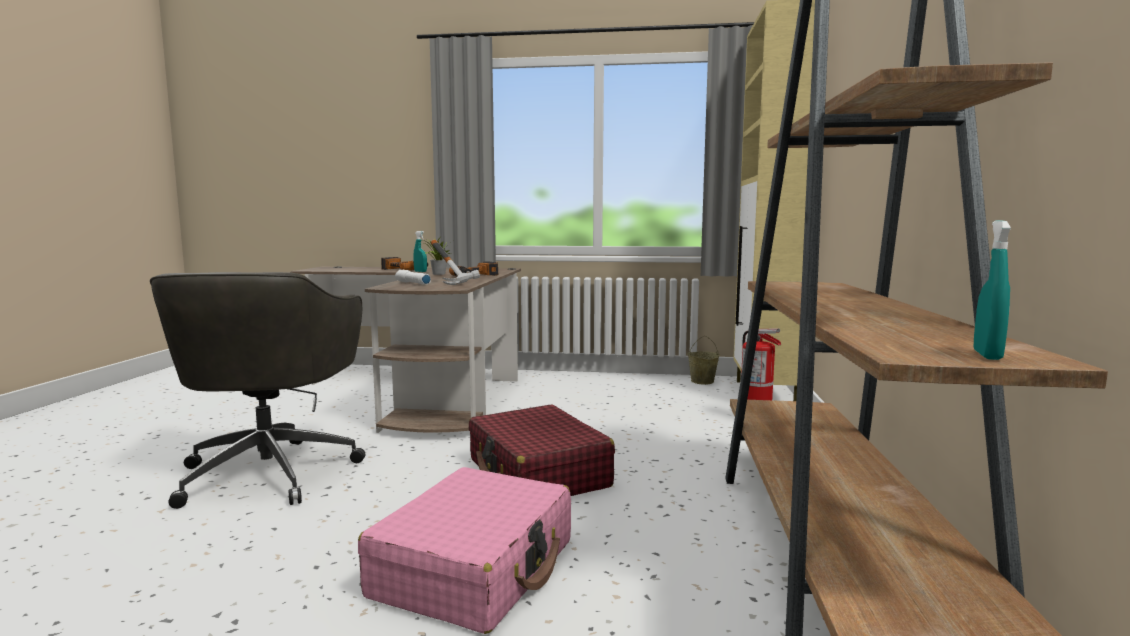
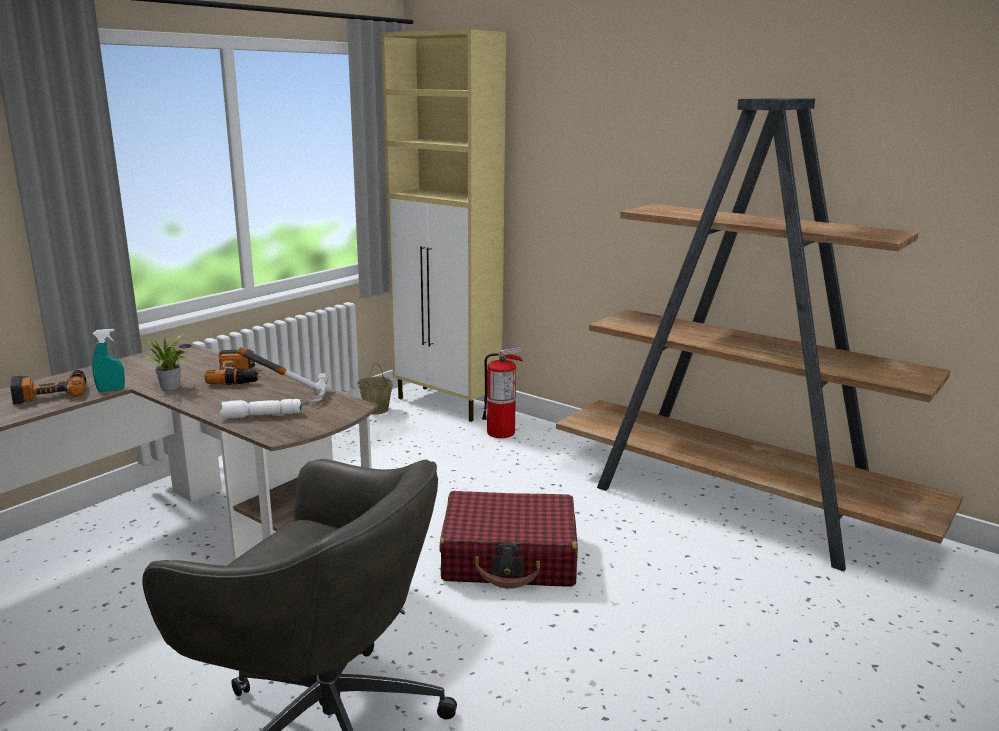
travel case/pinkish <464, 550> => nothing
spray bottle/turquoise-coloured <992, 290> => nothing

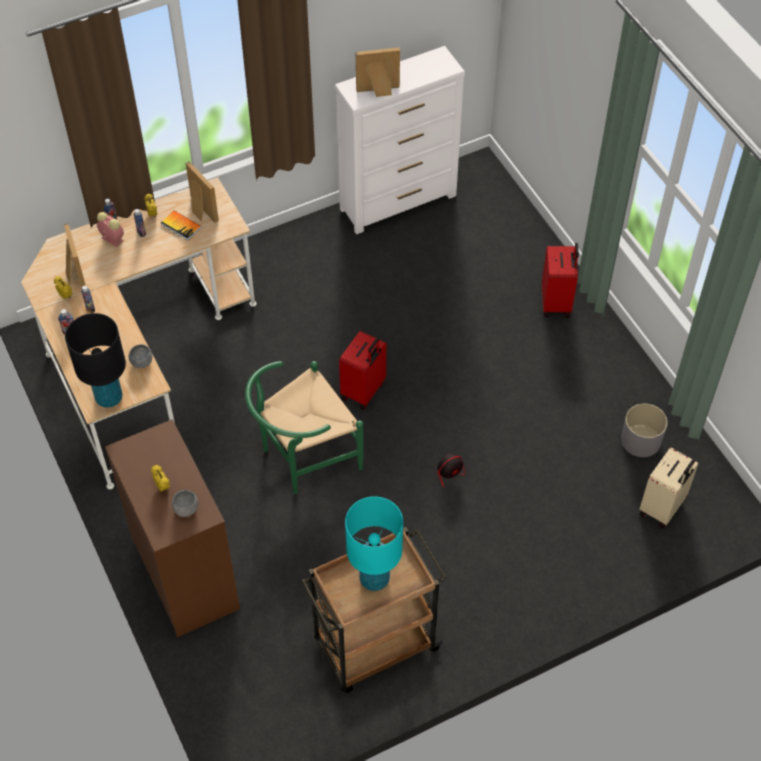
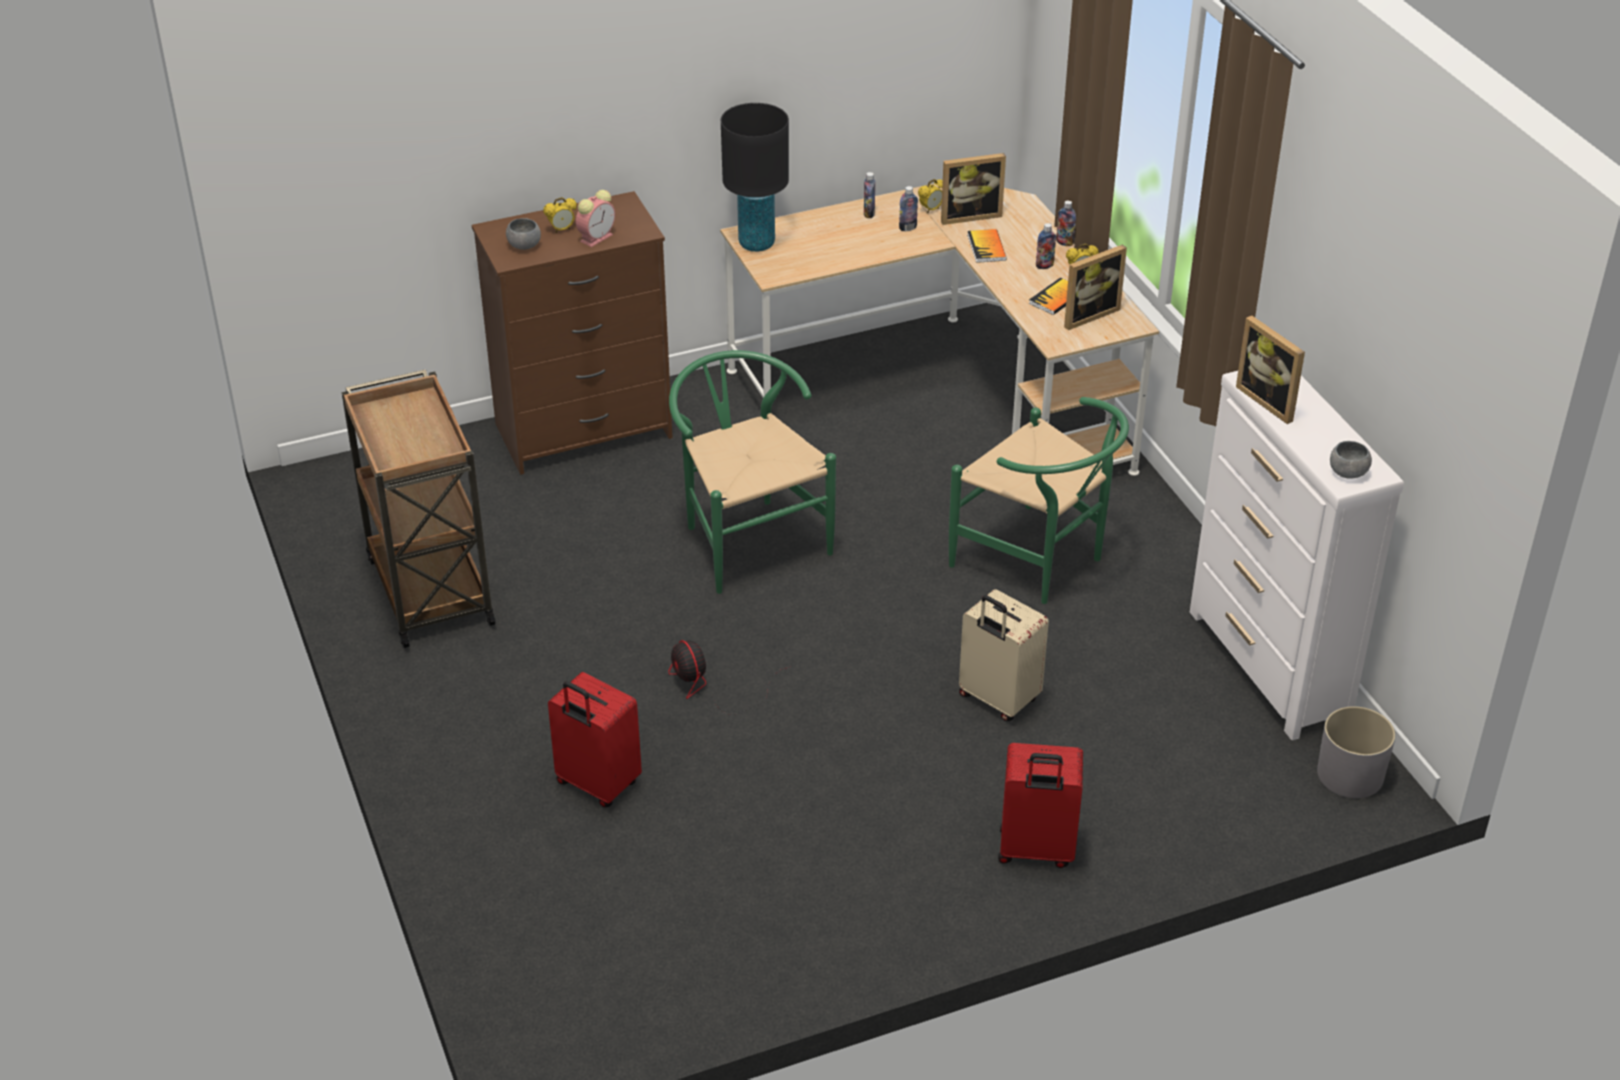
lamp for a table/turquoise-coloured <374, 543> => nothing
nothing => chair/green <1039, 500>
nothing => book <987, 246>
table clock <110, 229> => table clock <595, 218>, relocated
deep dish/gray <140, 356> => deep dish/gray <1351, 460>, relocated
travel case/reddish <362, 370> => travel case/reddish <595, 739>, relocated
plant pot/gray <644, 430> => plant pot/gray <1356, 752>, relocated
travel case/beige-coloured <668, 488> => travel case/beige-coloured <1004, 655>, relocated
standing frame <378, 72> => standing frame <1270, 370>, 150 degrees clockwise

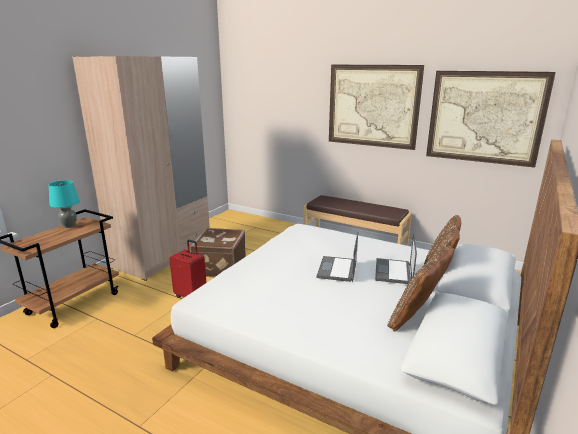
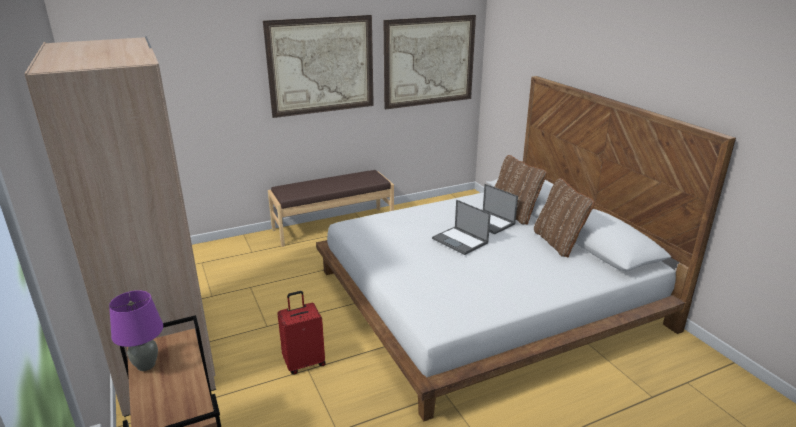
travel case/brown <218, 253> => nothing
lamp for a table/turquoise-coloured <64, 204> => lamp for a table/purple <136, 330>

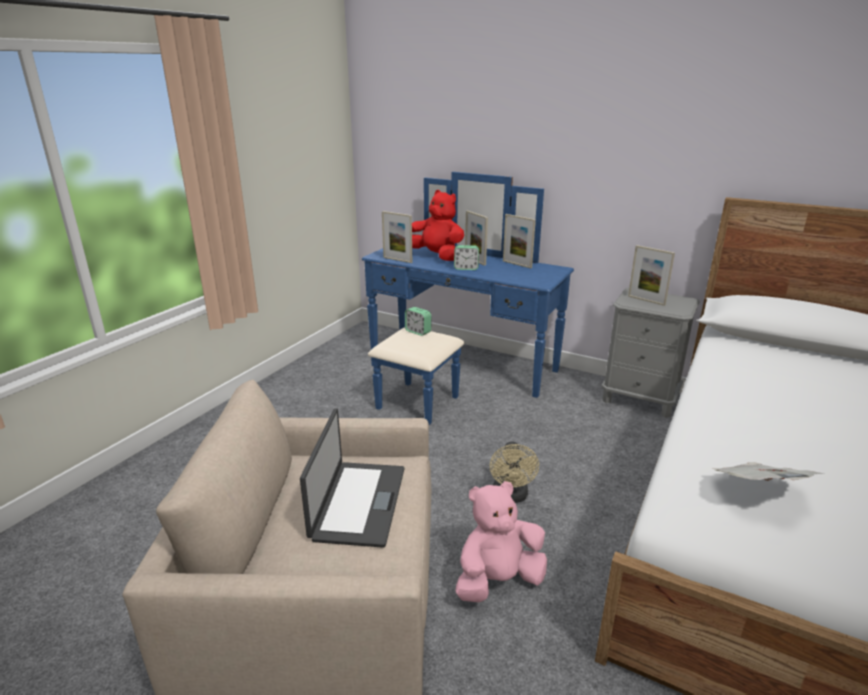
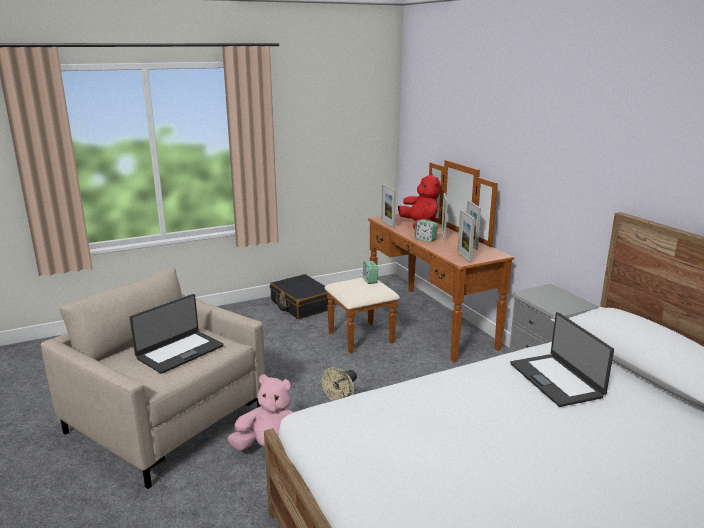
printed paper <768, 471> => nothing
nothing => travel case/black <302, 296>
nothing => portable computer <562, 359>
standing frame <651, 275> => standing frame <466, 236>, relocated
drawer chest/blue-coloured <468, 298> => drawer chest/brown <419, 261>

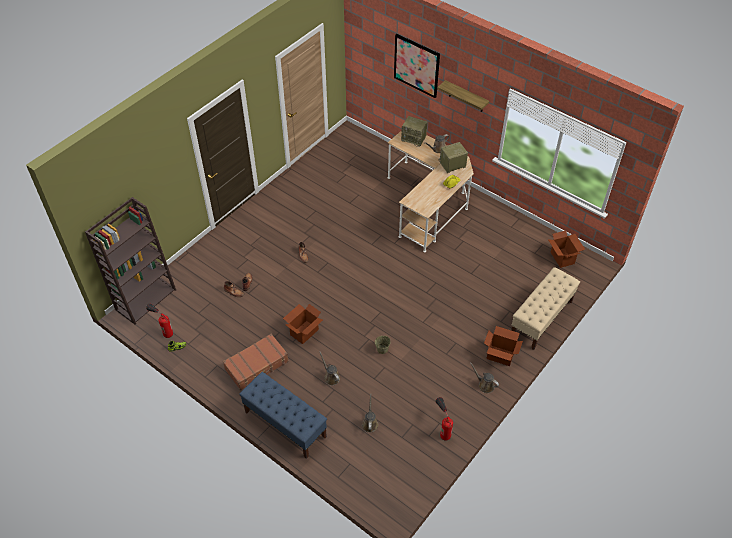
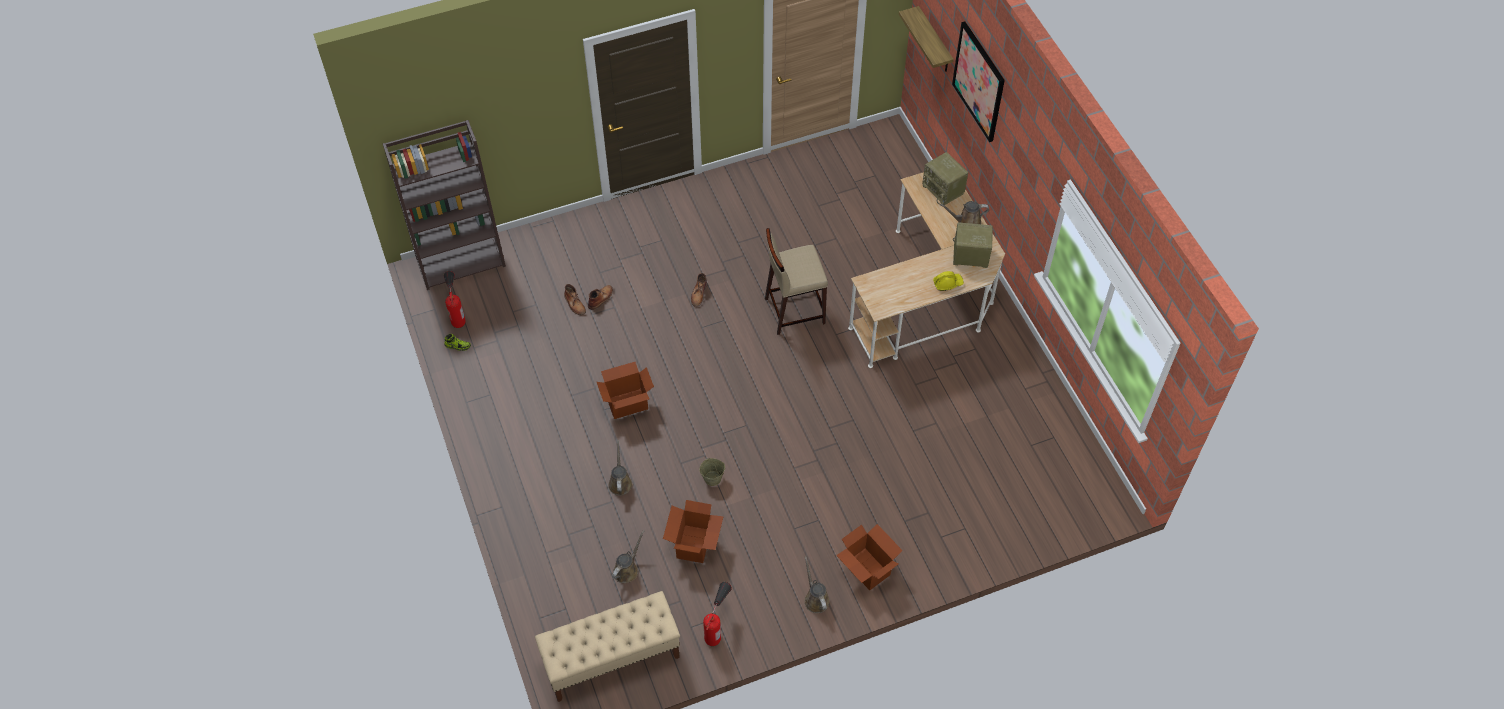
travel case/brown <256, 362> => nothing
bench/blue-coloured <283, 415> => nothing
nothing => stool seat/beige-coloured <796, 281>
bracket shelf <463, 96> => bracket shelf <926, 39>, relocated
bench/beige-coloured <545, 308> => bench/beige-coloured <607, 646>, relocated
packing box <566, 249> => packing box <693, 531>, relocated

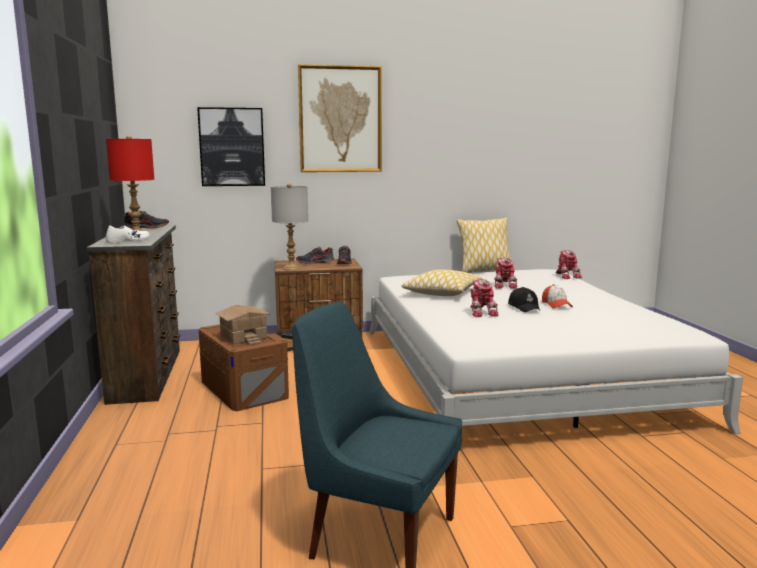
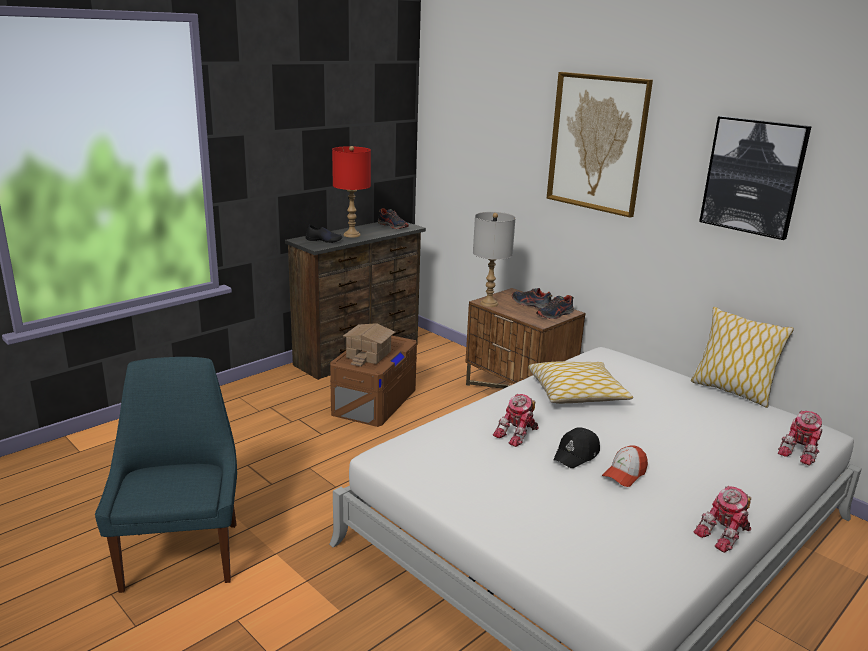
picture <231, 146> => picture <755, 178>, relocated
robot figure <506, 273> => robot figure <722, 519>, relocated
item of footwear/whitish <128, 234> => item of footwear/black <324, 234>

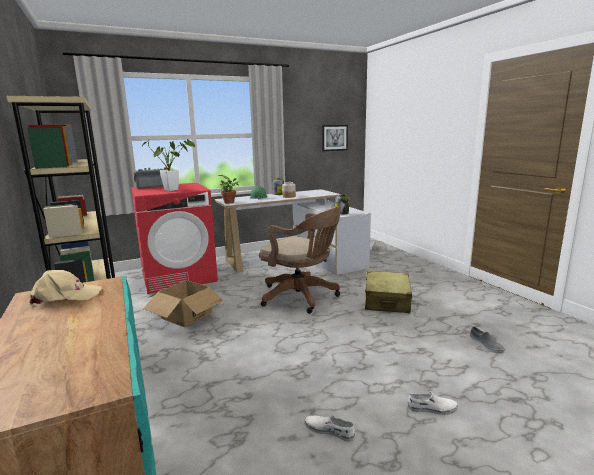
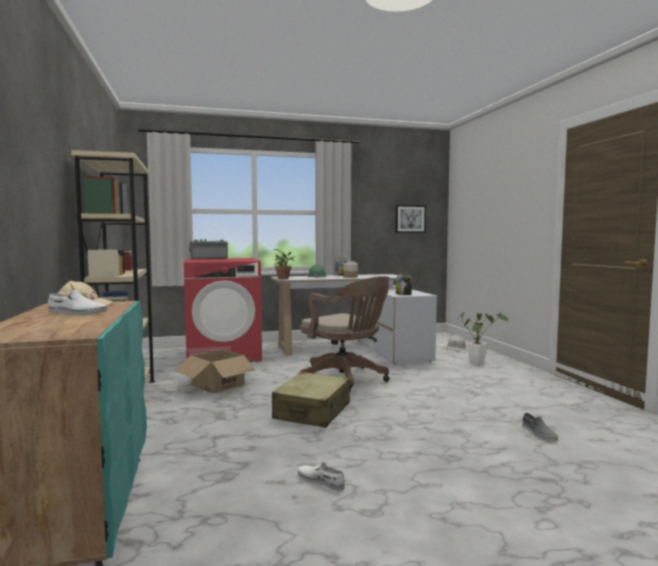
houseplant <168, 165> => houseplant <483, 338>, relocated
travel case/beige-coloured <389, 292> => travel case/beige-coloured <311, 400>, relocated
item of footwear/whitish <433, 403> => item of footwear/whitish <77, 303>, relocated

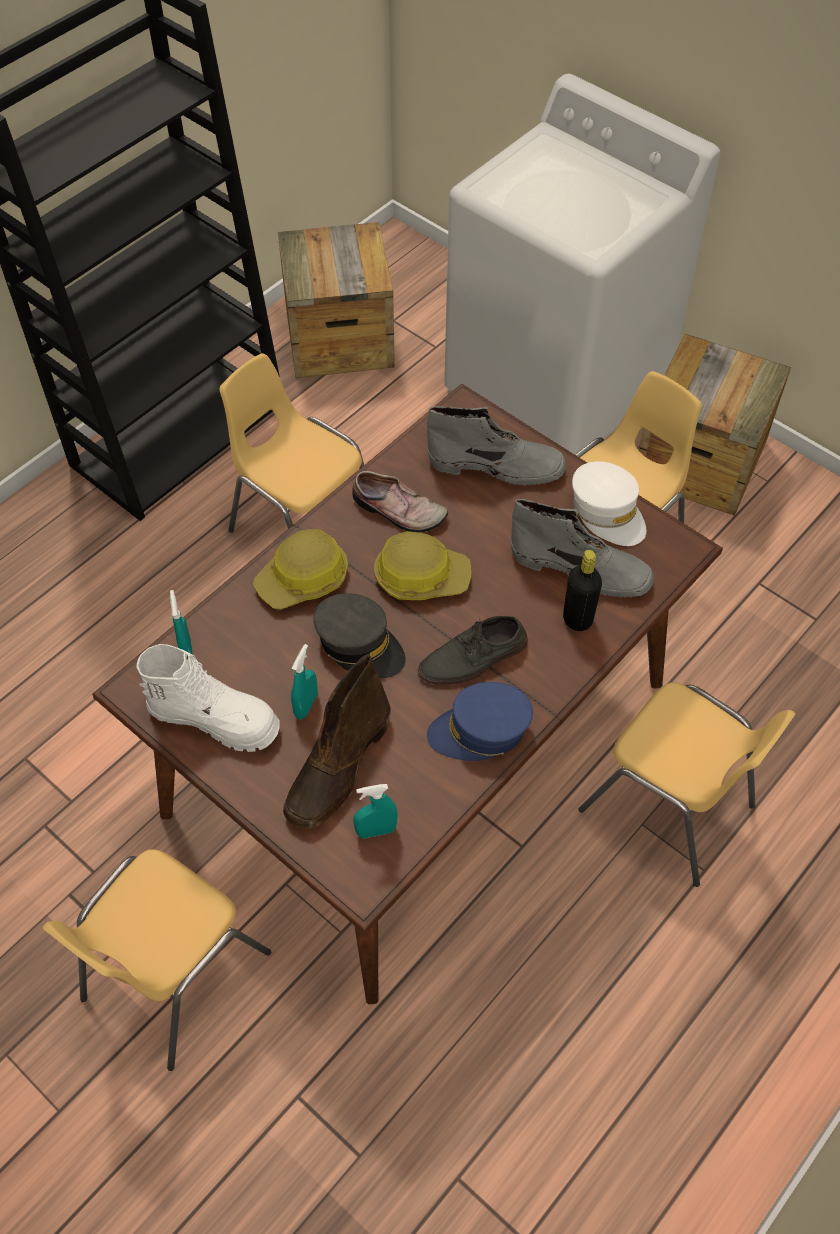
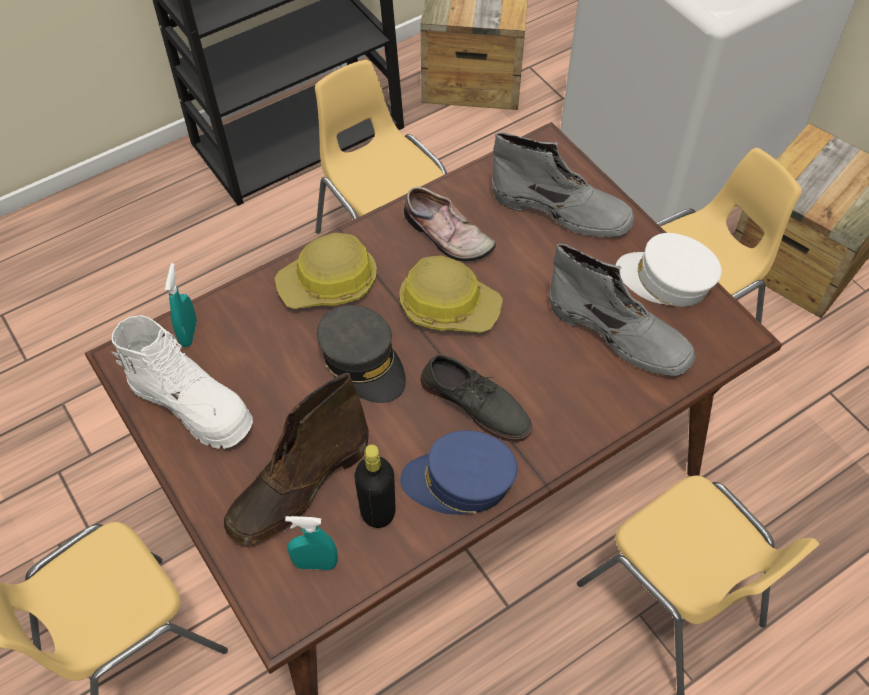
spray bottle/turquoise-coloured <304, 681> => nothing
beverage bottle/black <582, 590> => beverage bottle/black <375, 486>, relocated
item of footwear/gray <473, 650> => item of footwear/gray <476, 398>, 135 degrees counterclockwise
baseball cap/whitish <609, 503> => baseball cap/whitish <669, 270>, 135 degrees clockwise

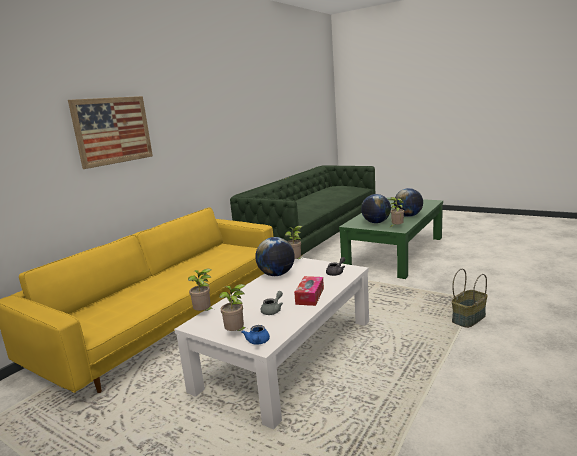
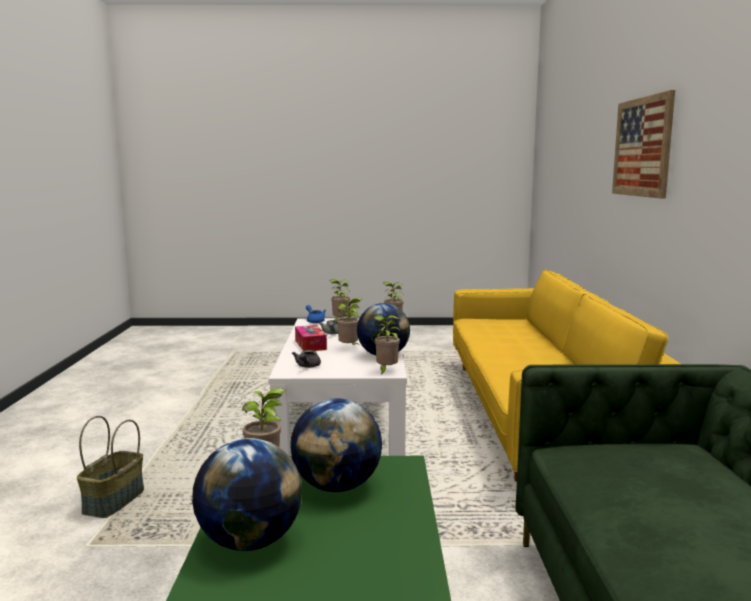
nothing => houseplant <349, 321>

